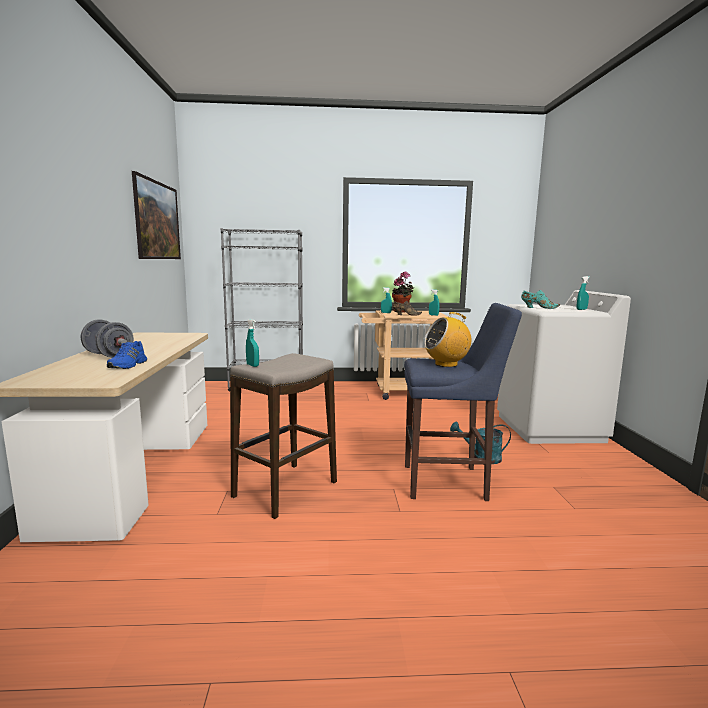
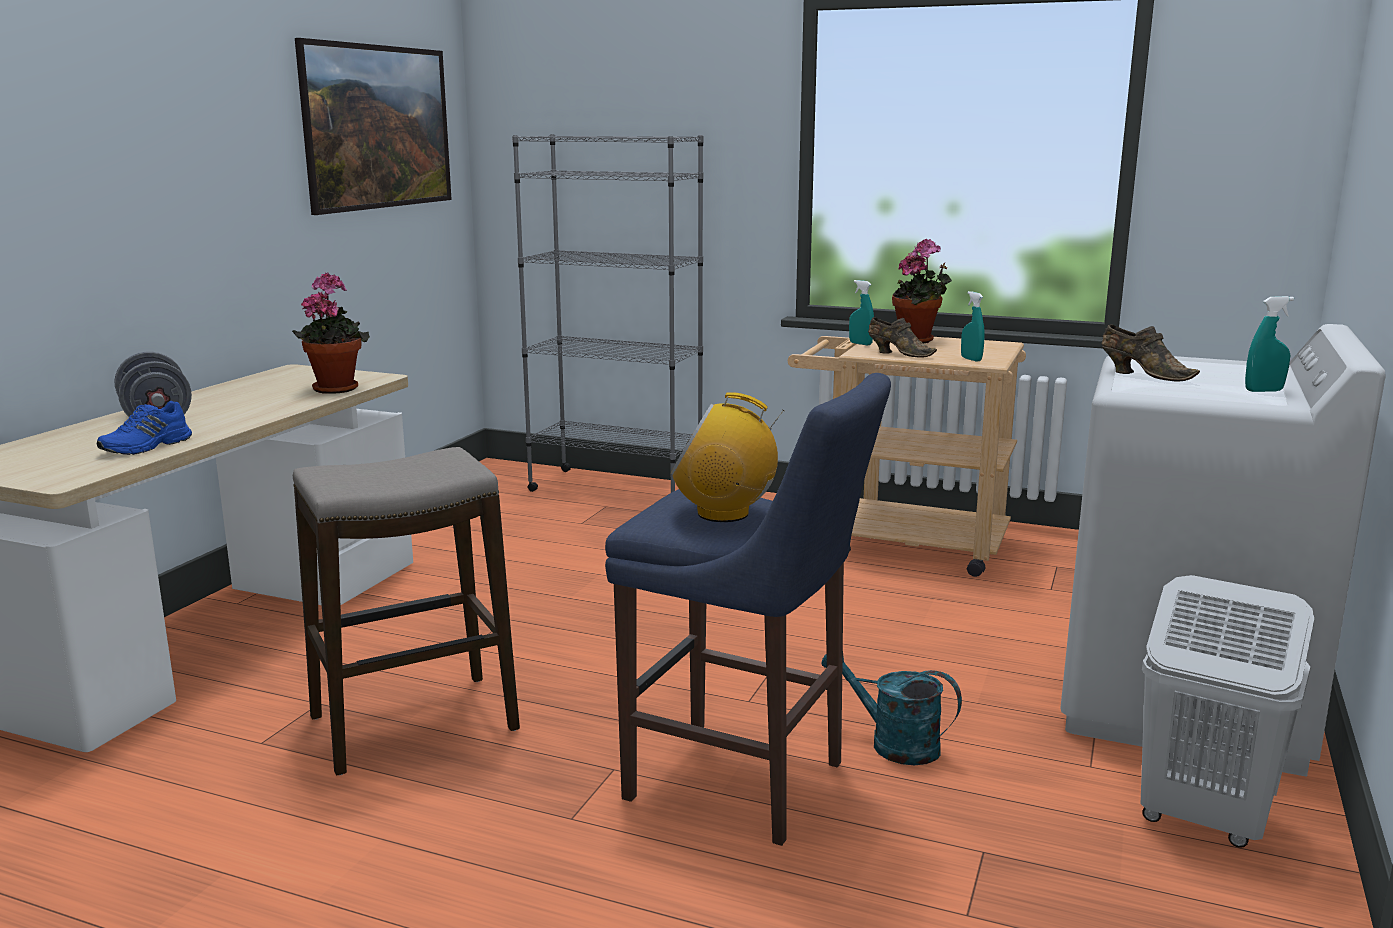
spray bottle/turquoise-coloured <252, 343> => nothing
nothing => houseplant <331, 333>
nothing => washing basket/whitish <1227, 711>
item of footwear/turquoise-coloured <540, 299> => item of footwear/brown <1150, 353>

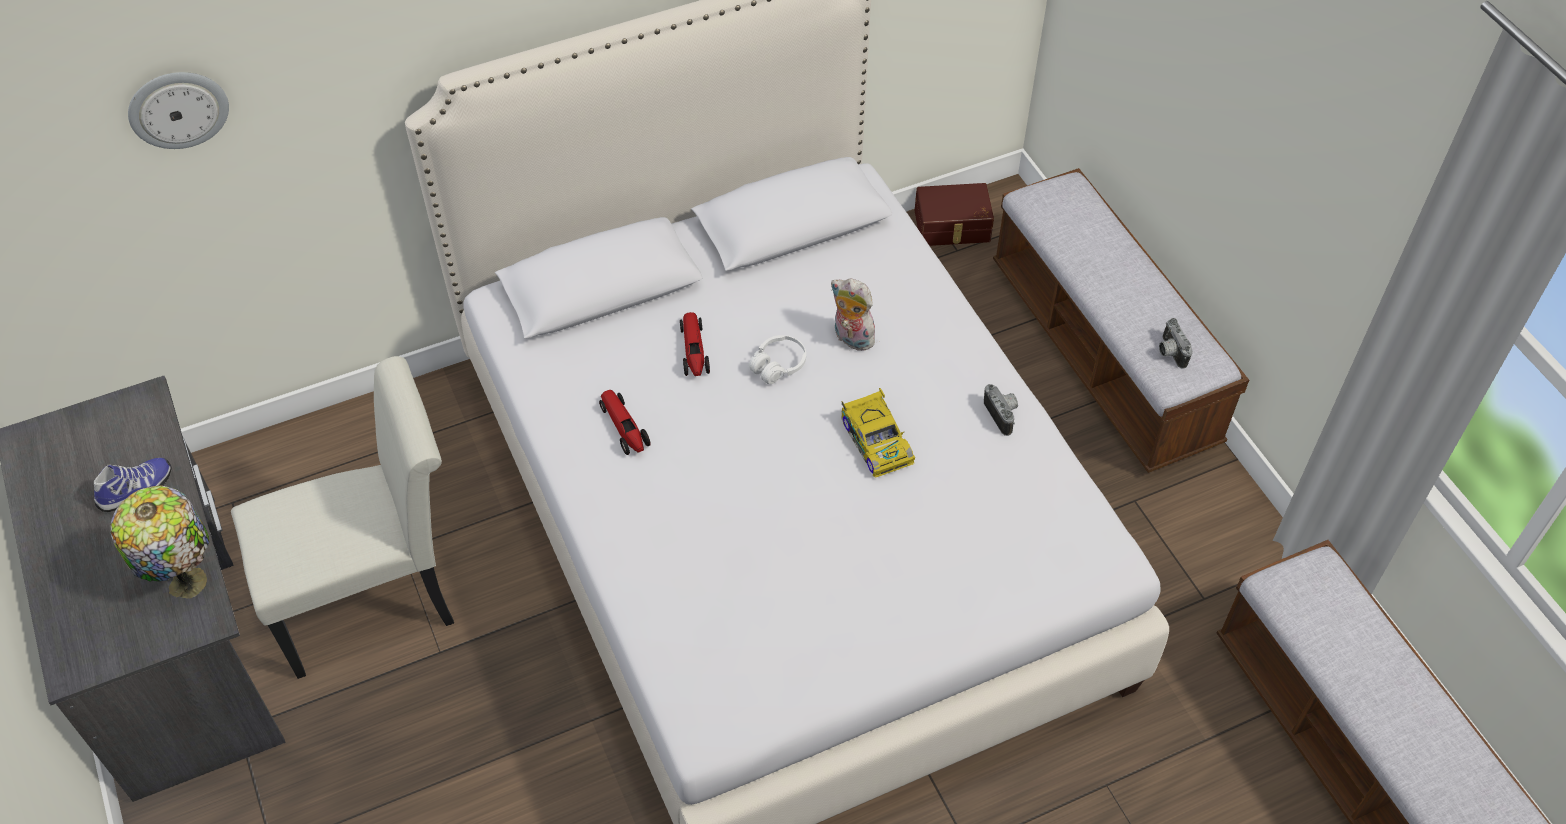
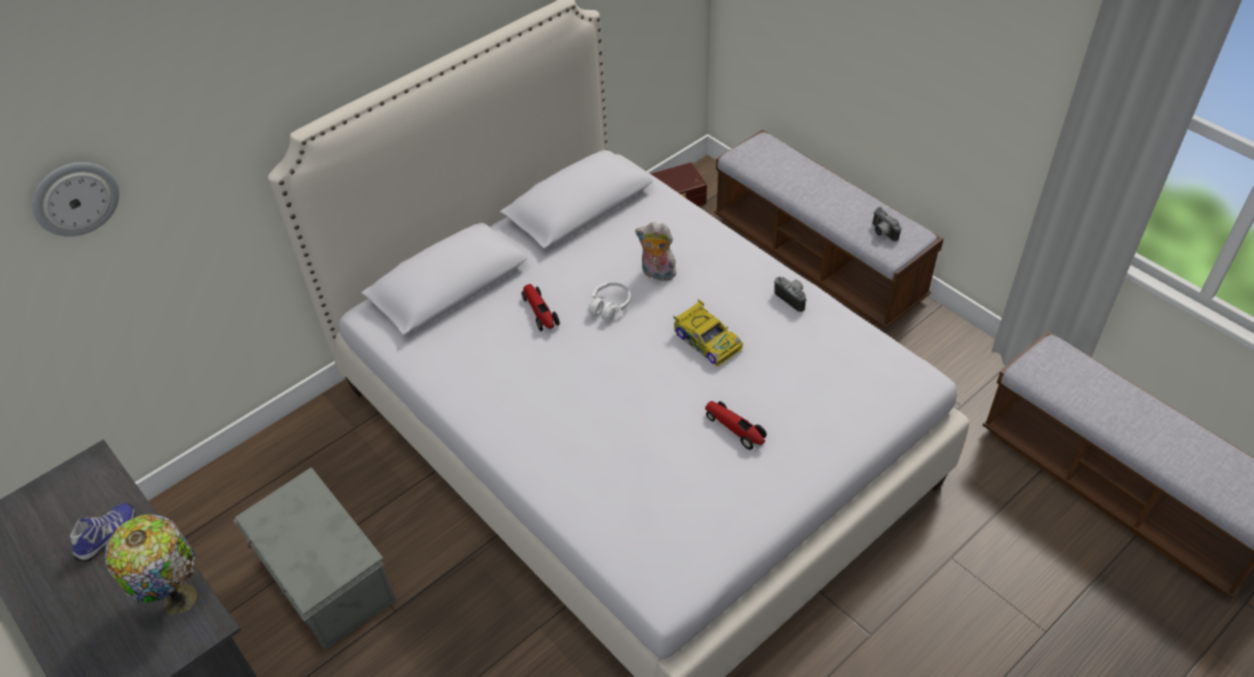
miniature car <625, 422> => miniature car <736, 425>, relocated
chair/whitish <342, 517> => storage container/gray <314, 558>

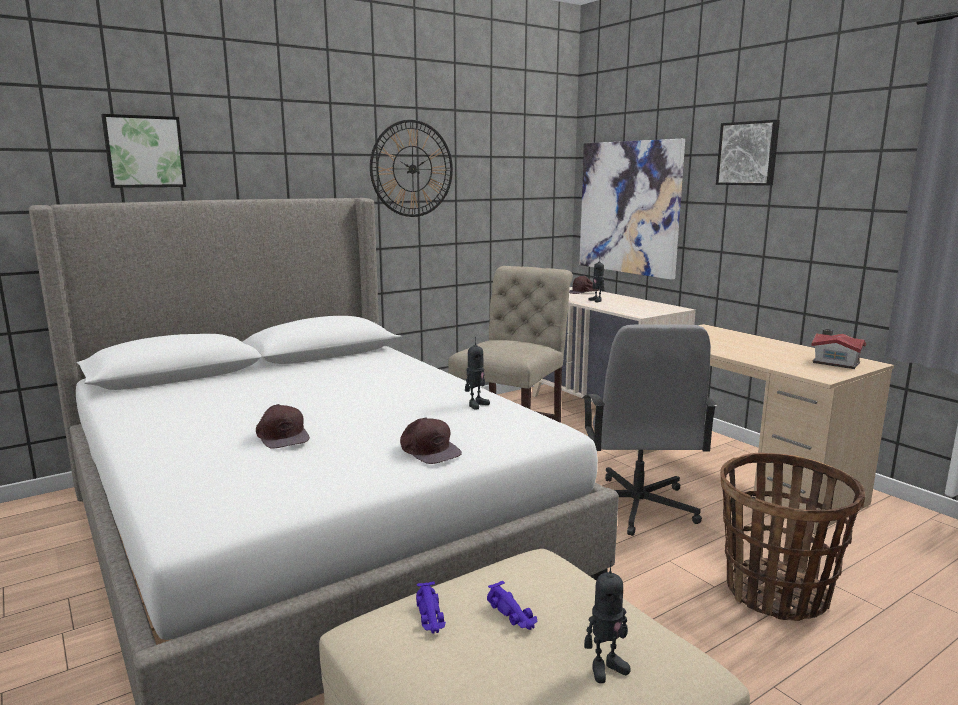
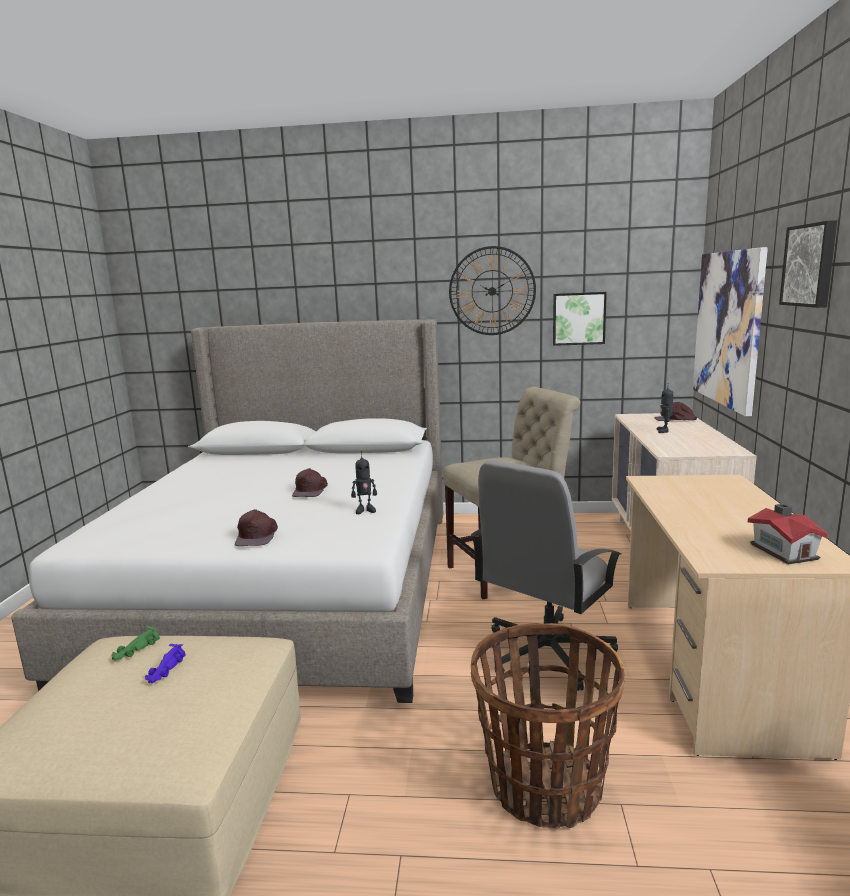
robot figure <607, 621> => nothing
picture <143, 151> => picture <580, 319>, relocated
baseball cap/brown <283, 426> => baseball cap/brown <310, 482>, relocated
miniature car/purple <431, 607> => miniature car/green <135, 643>

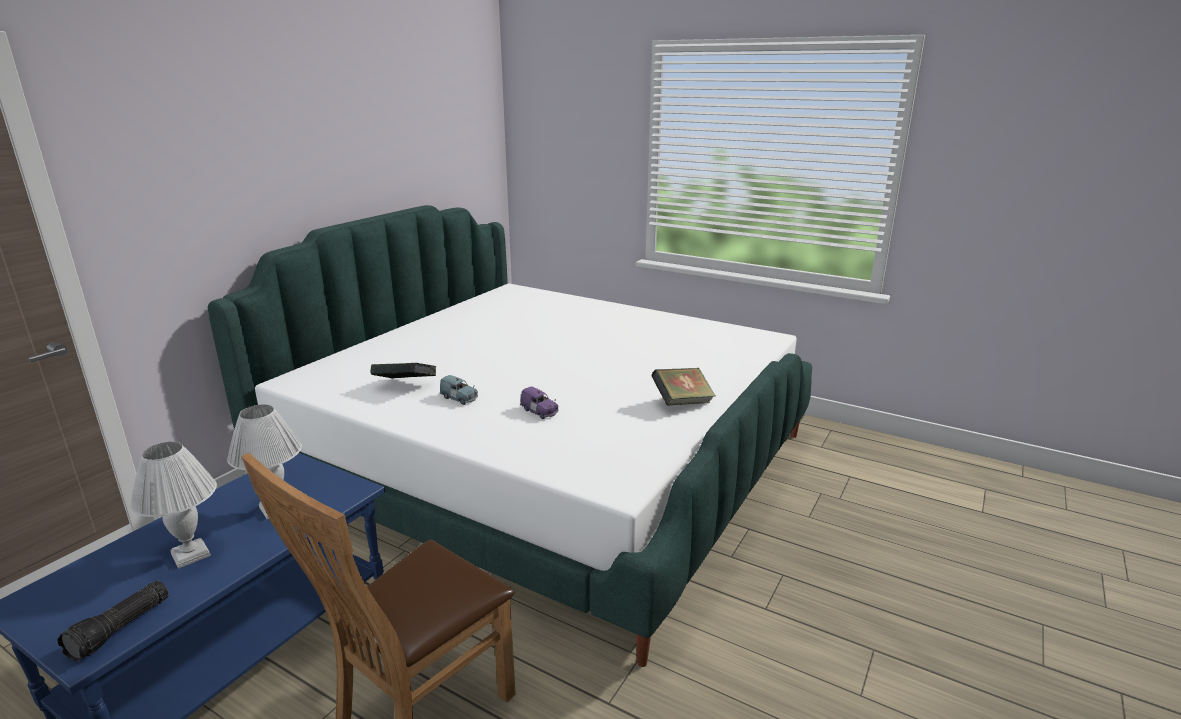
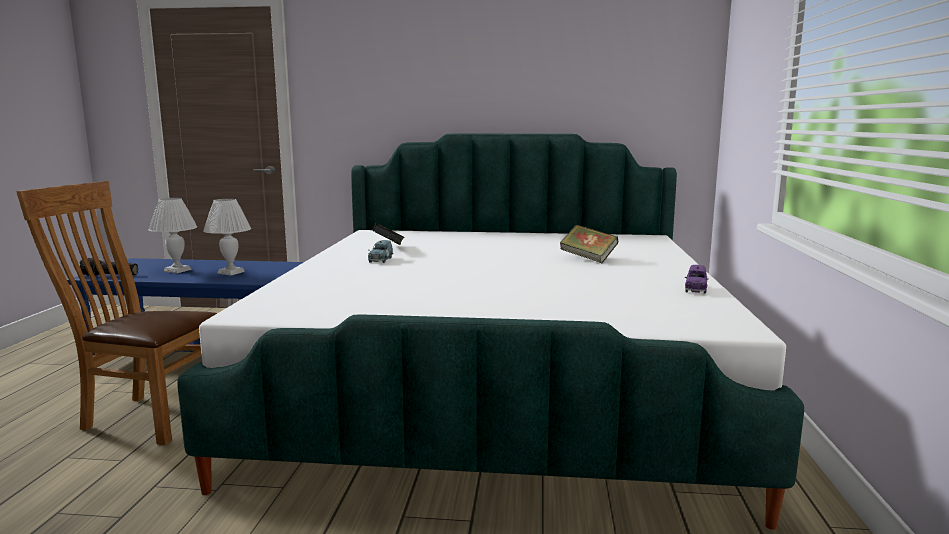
miniature car/purple <539, 402> => miniature car/purple <697, 279>, relocated
book <683, 386> => book <589, 244>, relocated

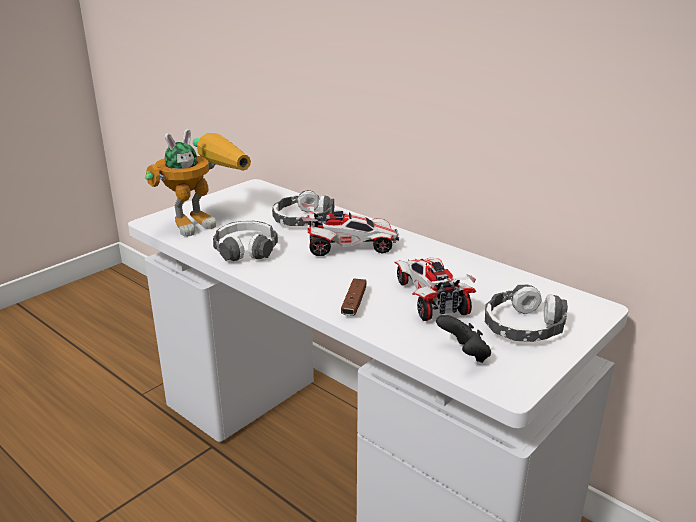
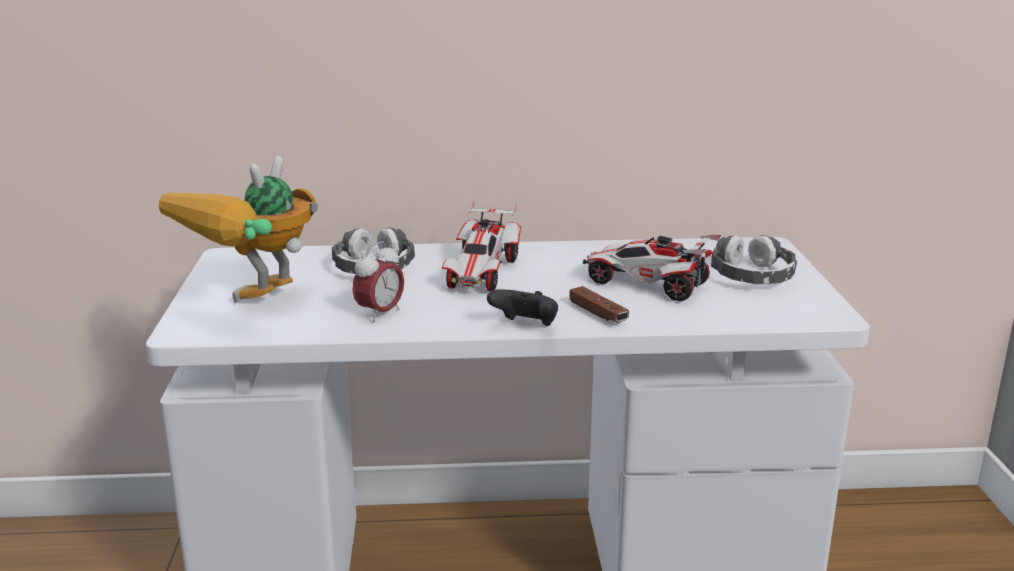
game controller/black <463, 338> => game controller/black <522, 307>, relocated
headset <245, 241> => table clock <378, 282>
robot figure <198, 183> => robot figure <238, 229>, 150 degrees counterclockwise
miniature car <350, 229> => miniature car <481, 246>, 150 degrees clockwise

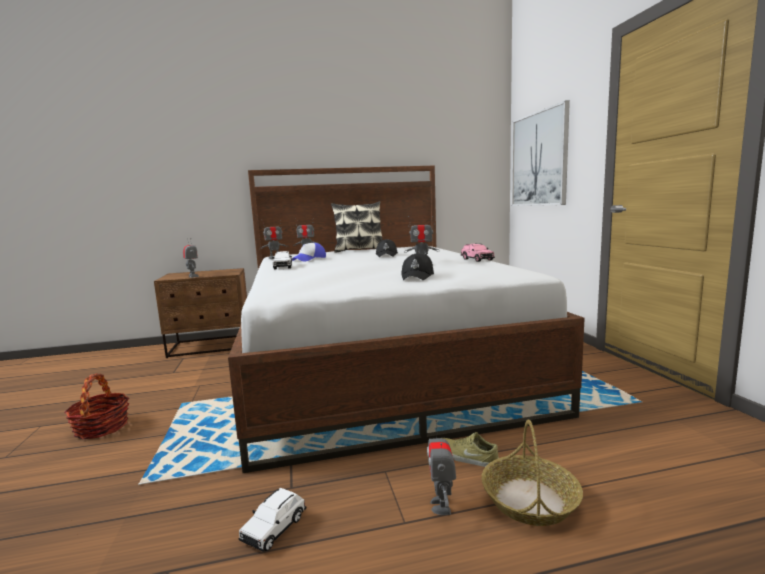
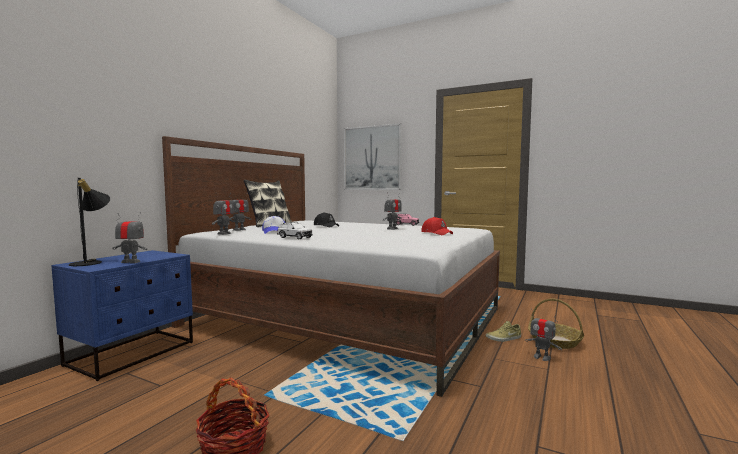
miniature car/whitish <272, 520> => nothing
nothing => lamp for a table/black <89, 222>
nightstand/brown <200, 313> => nightstand/blue-coloured <122, 315>
baseball cap/black <417, 266> => baseball cap/reddish <437, 226>

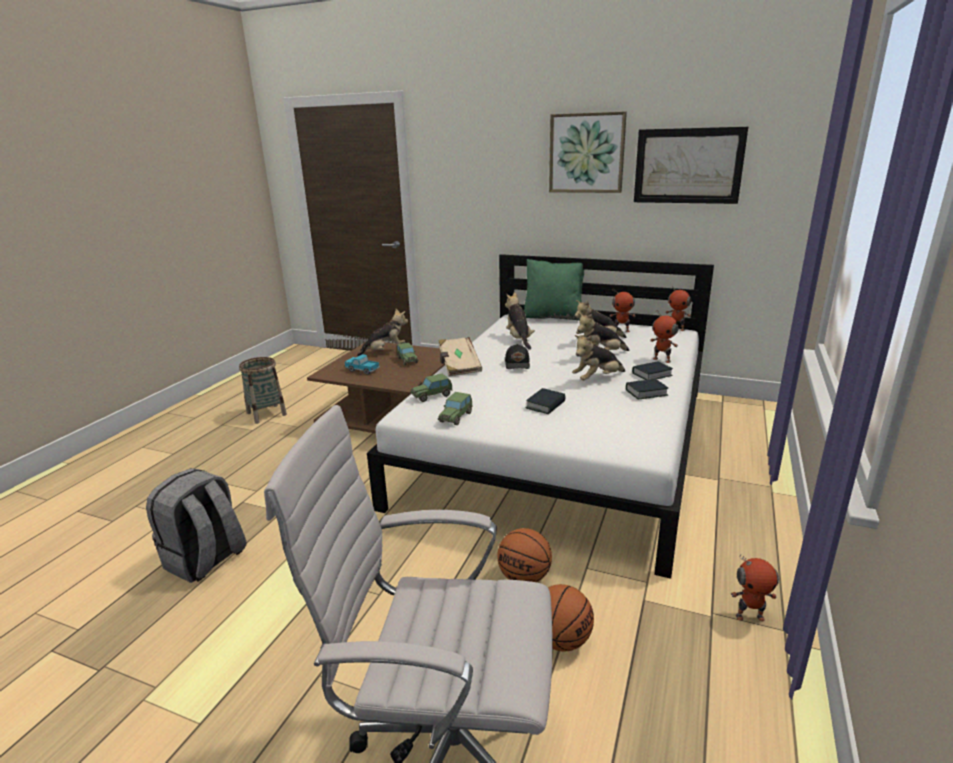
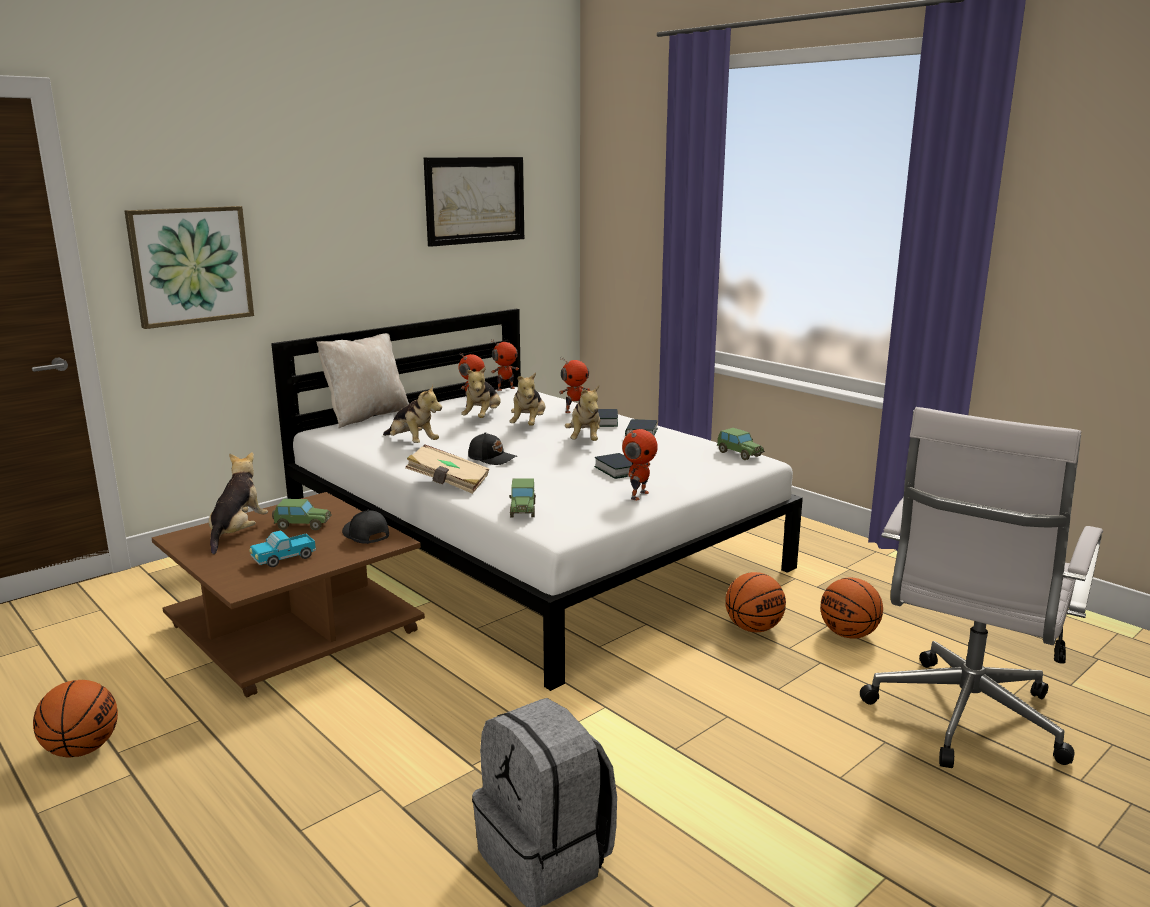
nothing => baseball cap/black <365, 527>
miniature car <455, 408> => miniature car <741, 444>, relocated
picture <588, 152> => picture <189, 267>, relocated
robot figure <755, 587> => robot figure <640, 464>, relocated
storage basket <263, 390> => ball for basketball <75, 718>
throw pillow/green <554, 290> => throw pillow/beige-coloured <363, 380>
cuddly toy <520, 321> => cuddly toy <412, 414>, 150 degrees counterclockwise

